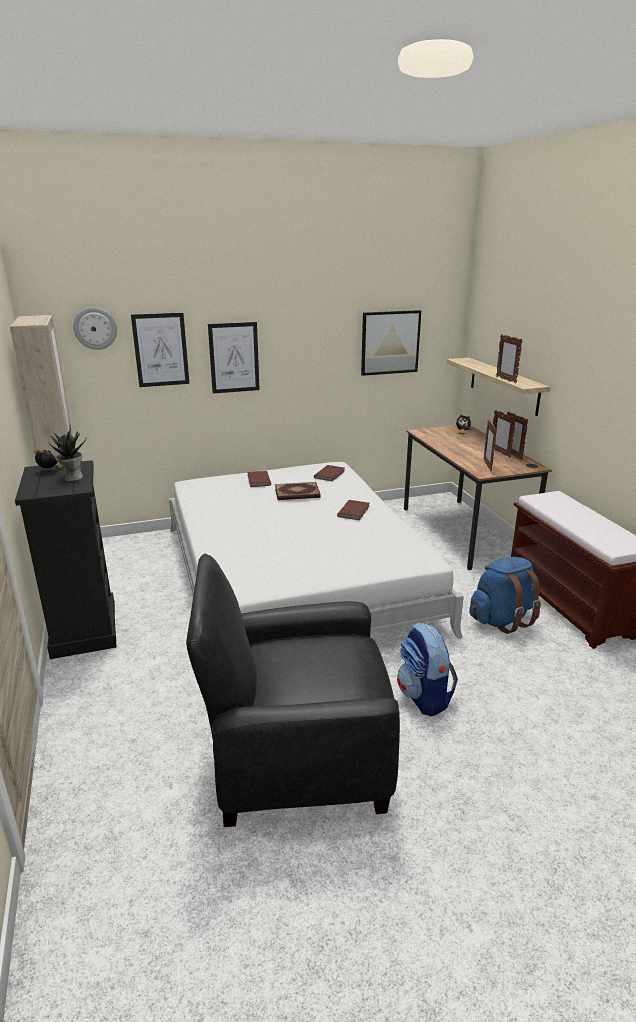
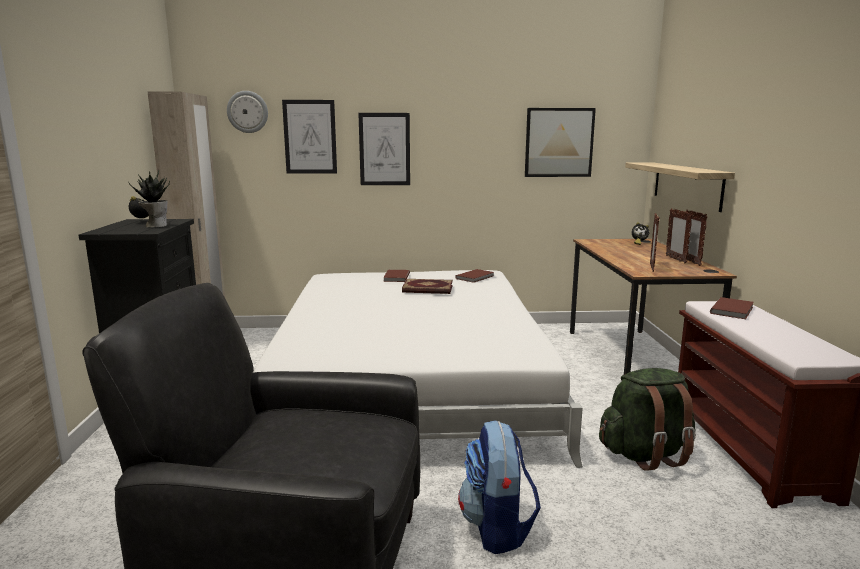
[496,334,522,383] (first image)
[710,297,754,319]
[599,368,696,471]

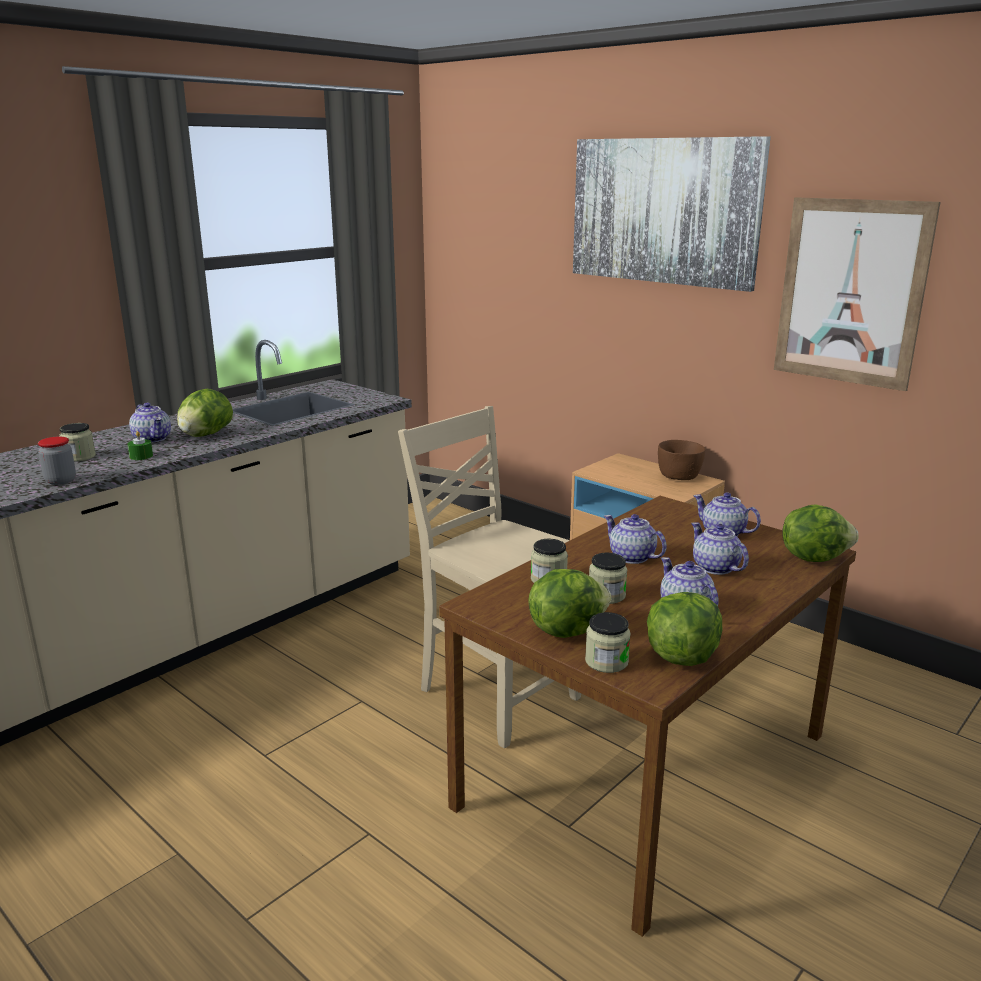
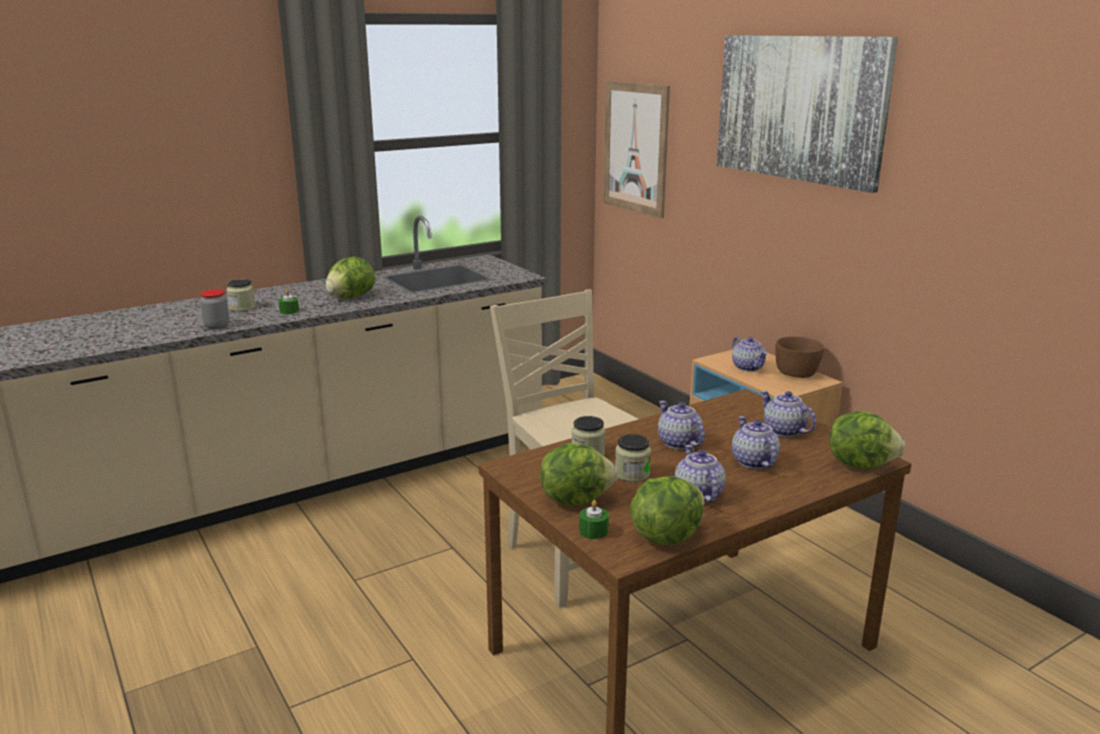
[732,337,768,371]
[604,81,670,218]
[579,500,609,539]

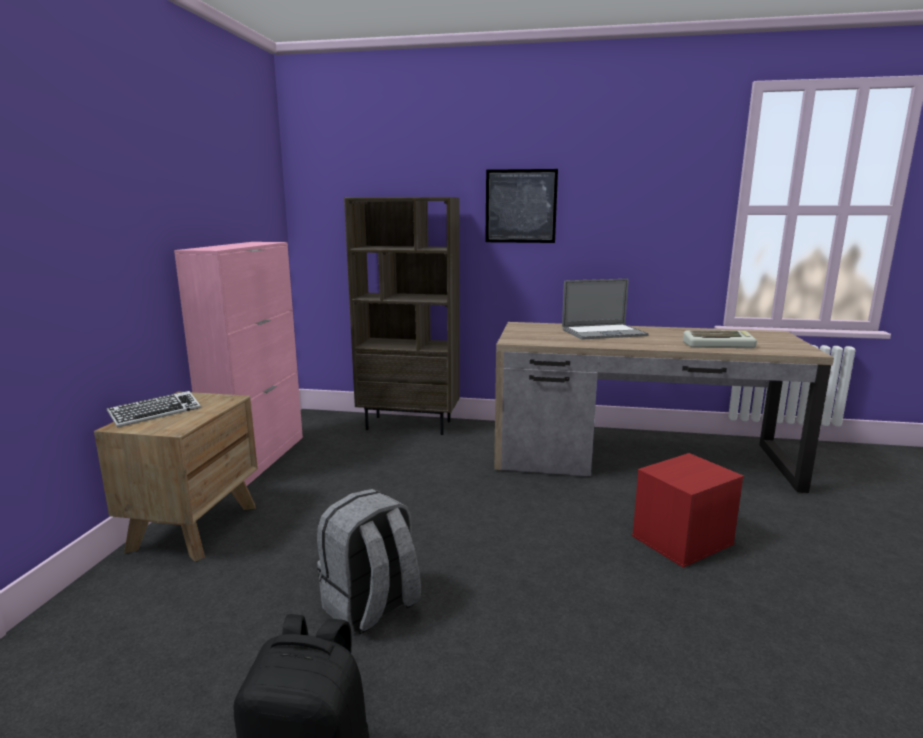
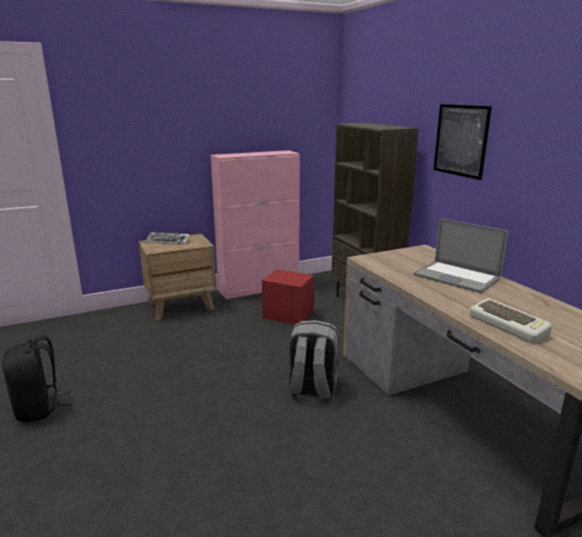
[287,320,339,400]
[262,269,314,325]

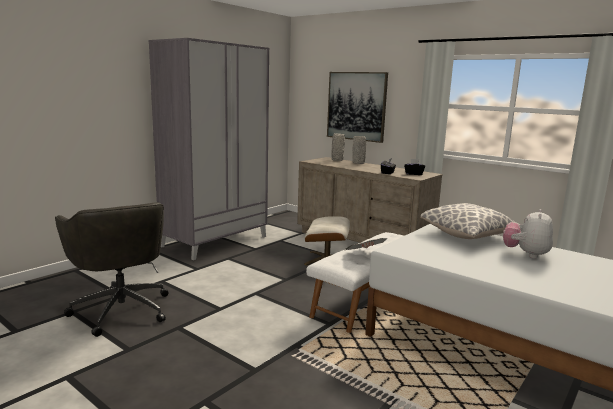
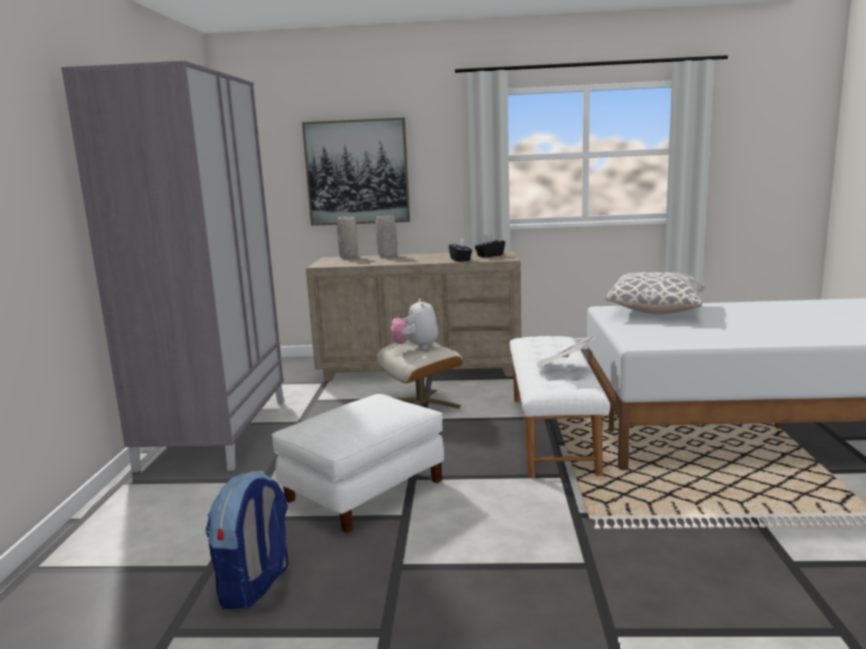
[272,394,444,533]
[391,298,438,349]
[205,471,288,609]

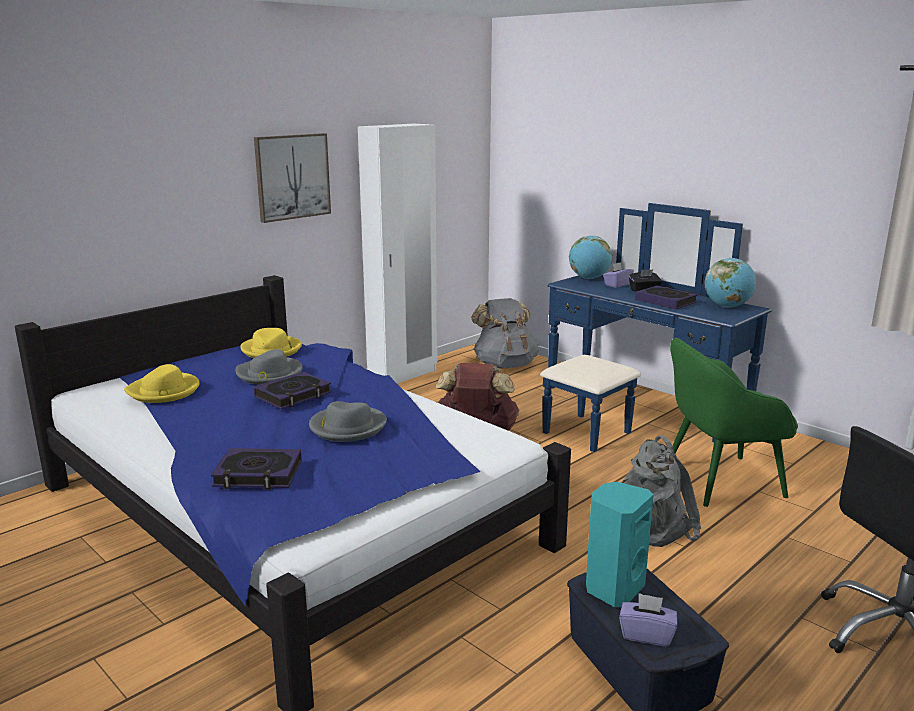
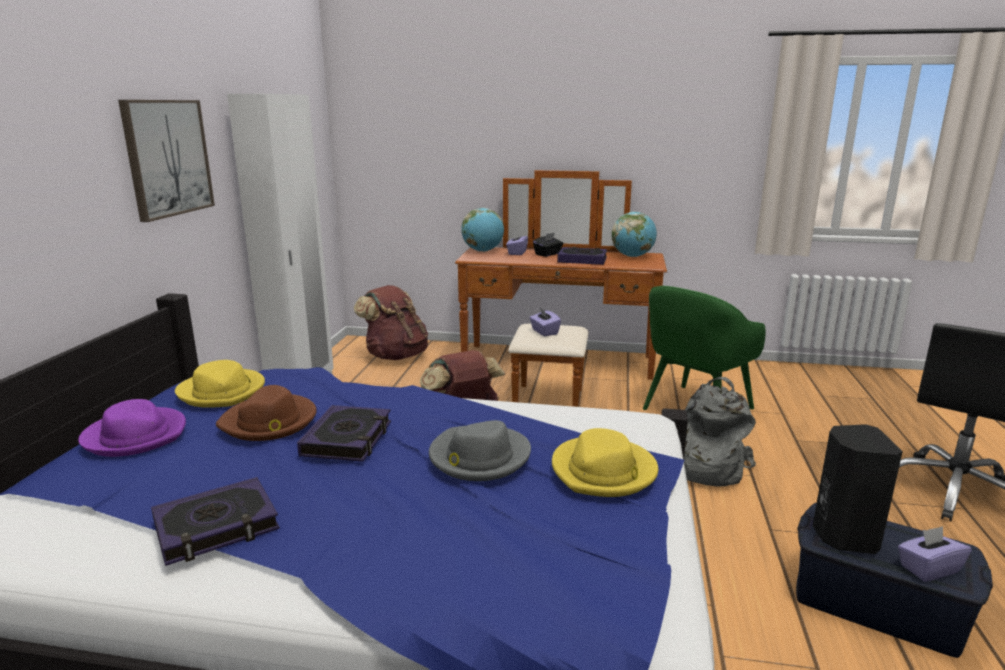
[78,399,186,457]
[529,308,561,336]
[552,428,658,497]
[151,477,280,566]
[216,385,317,441]
[354,285,428,360]
[455,170,667,407]
[813,424,903,554]

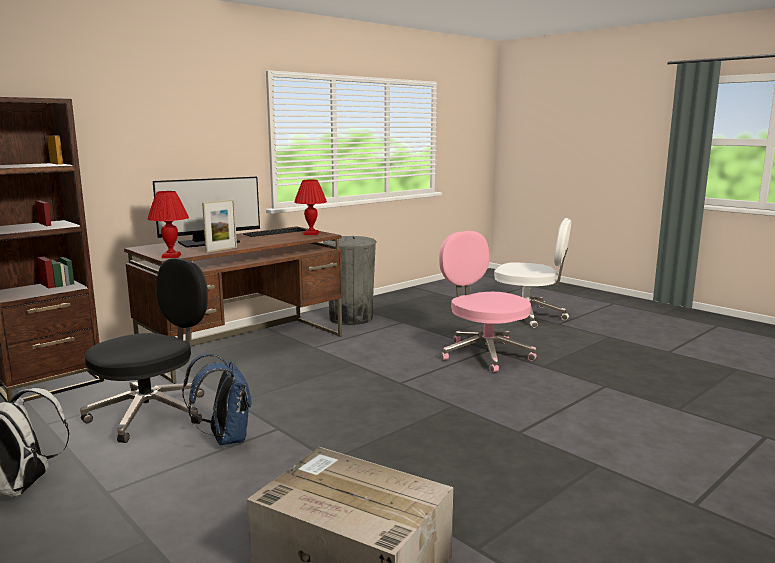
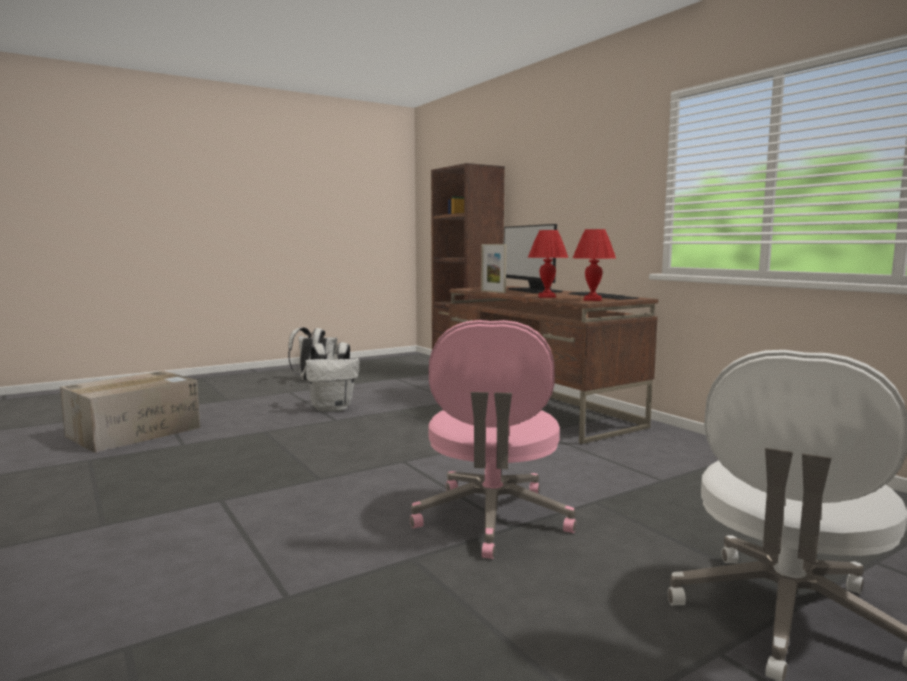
[80,258,208,443] (first image)
[323,236,377,325] (first image)
[528,230,569,298]
[306,342,359,412]
[410,320,576,559]

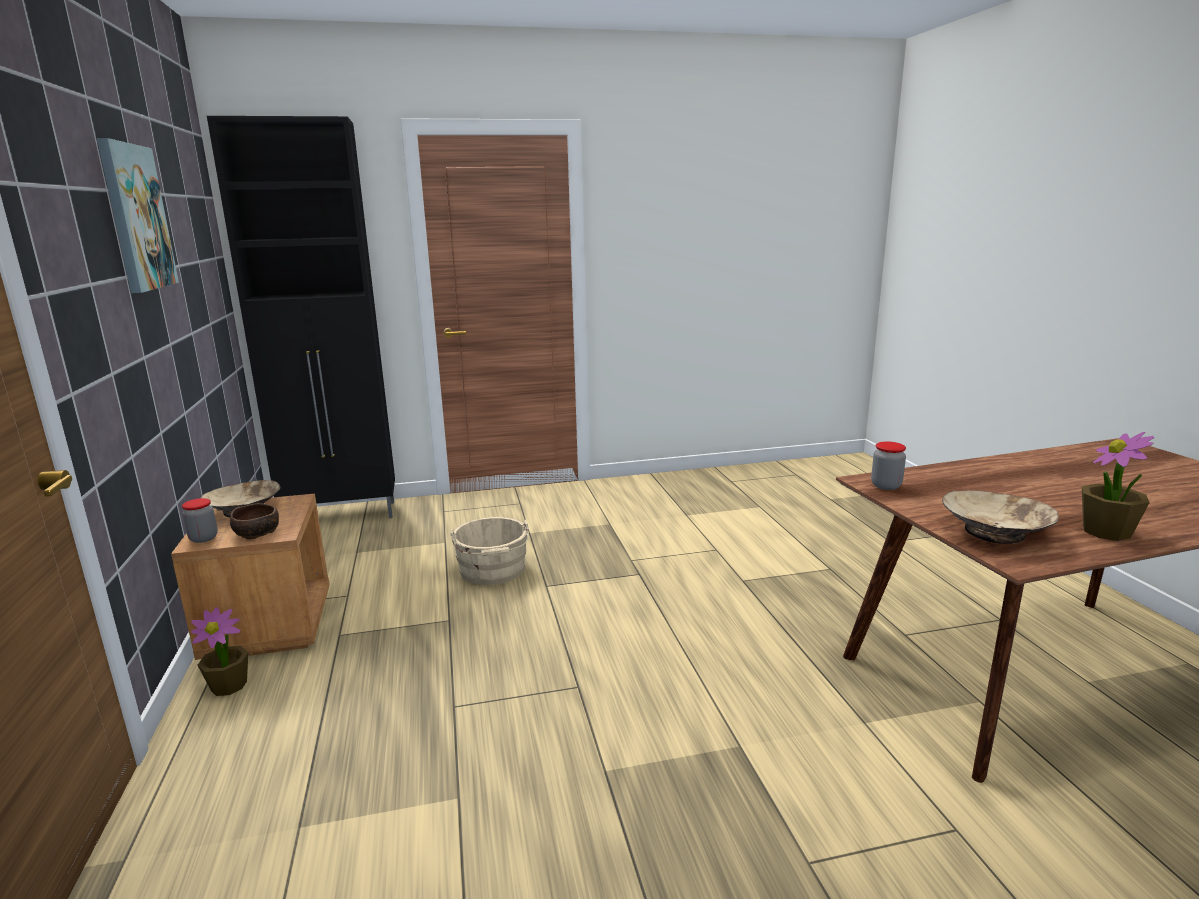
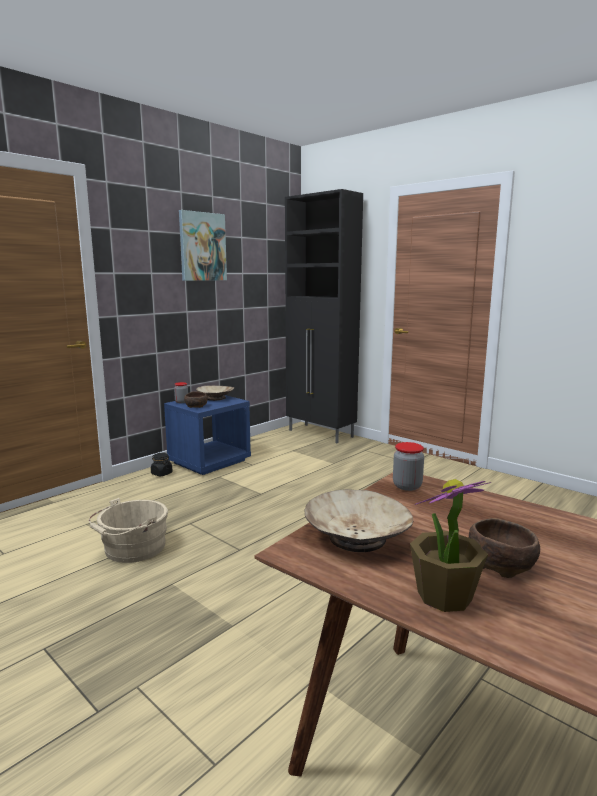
[469,518,540,578]
[89,498,168,563]
[151,453,173,476]
[164,395,251,475]

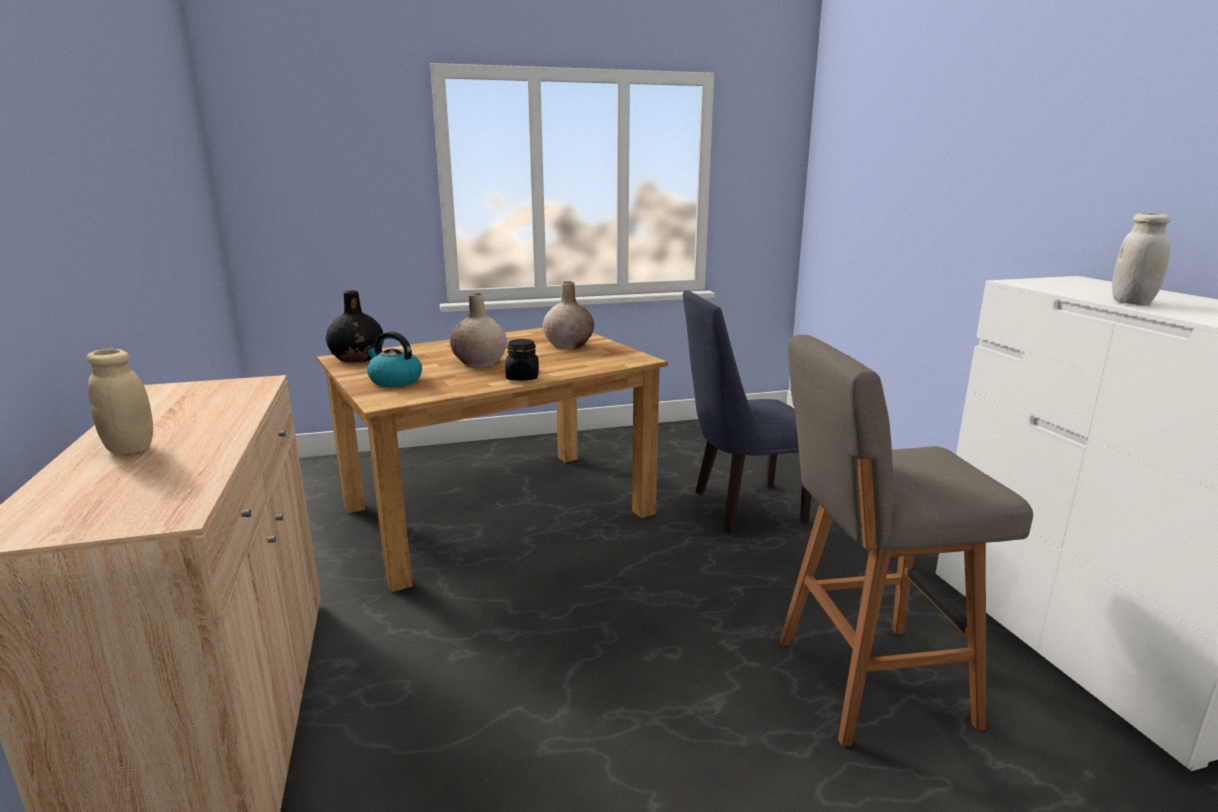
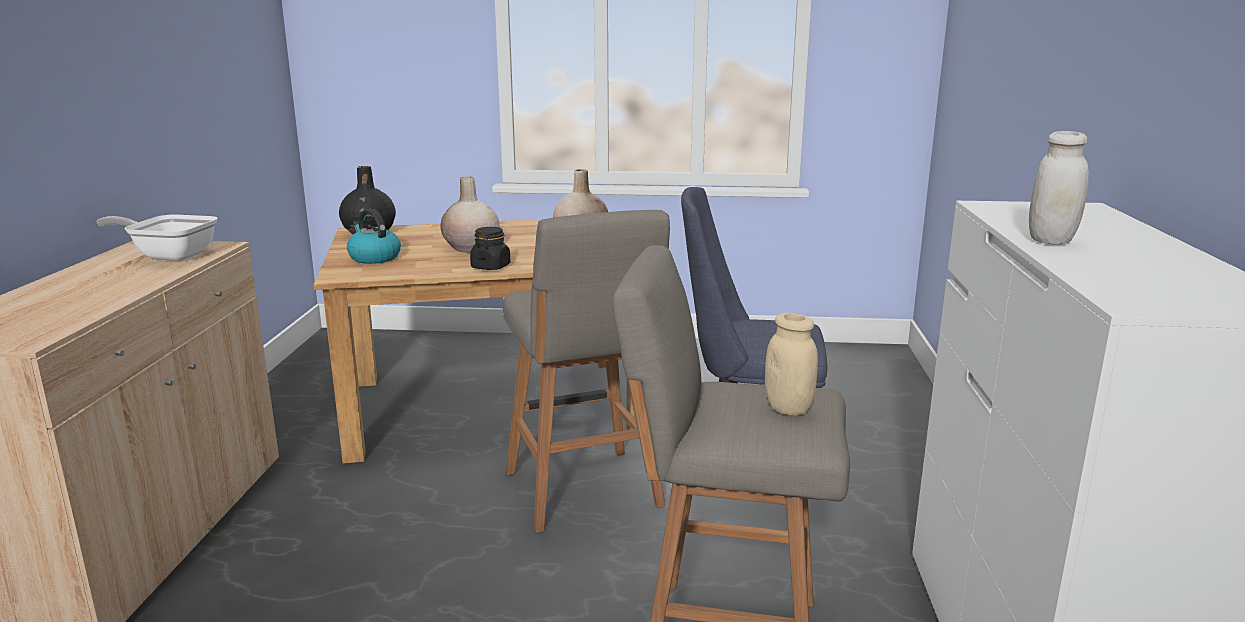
[96,215,217,261]
[503,210,670,533]
[765,313,818,416]

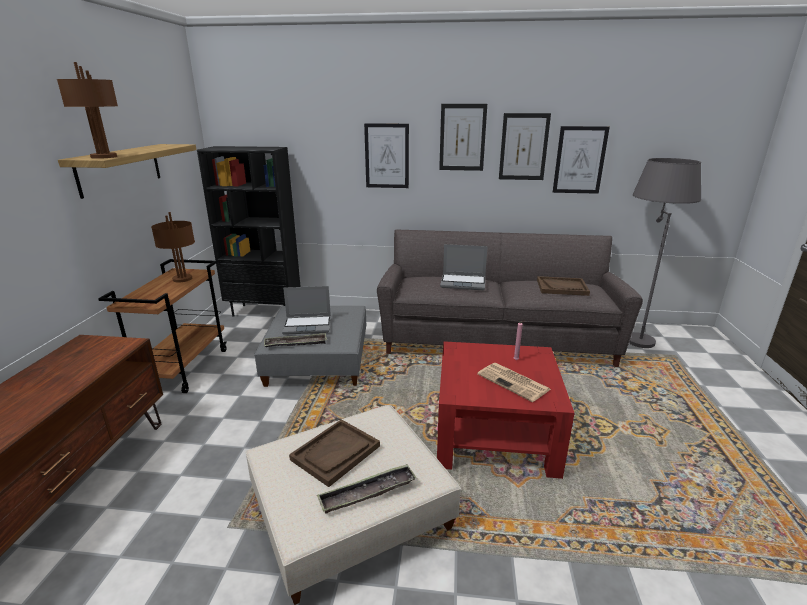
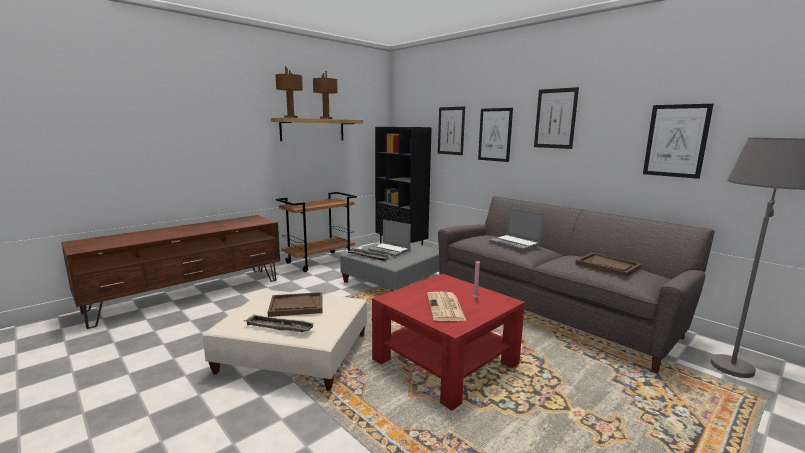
[313,71,338,119]
[438,106,465,155]

